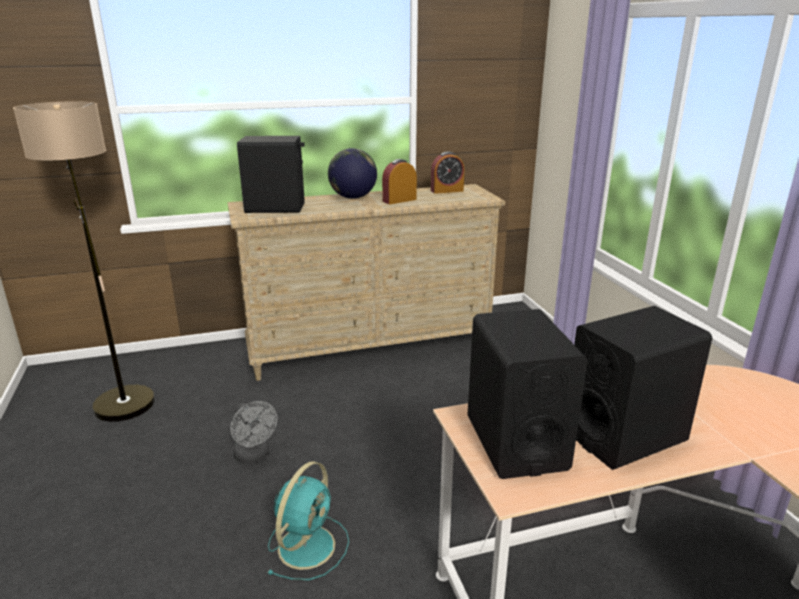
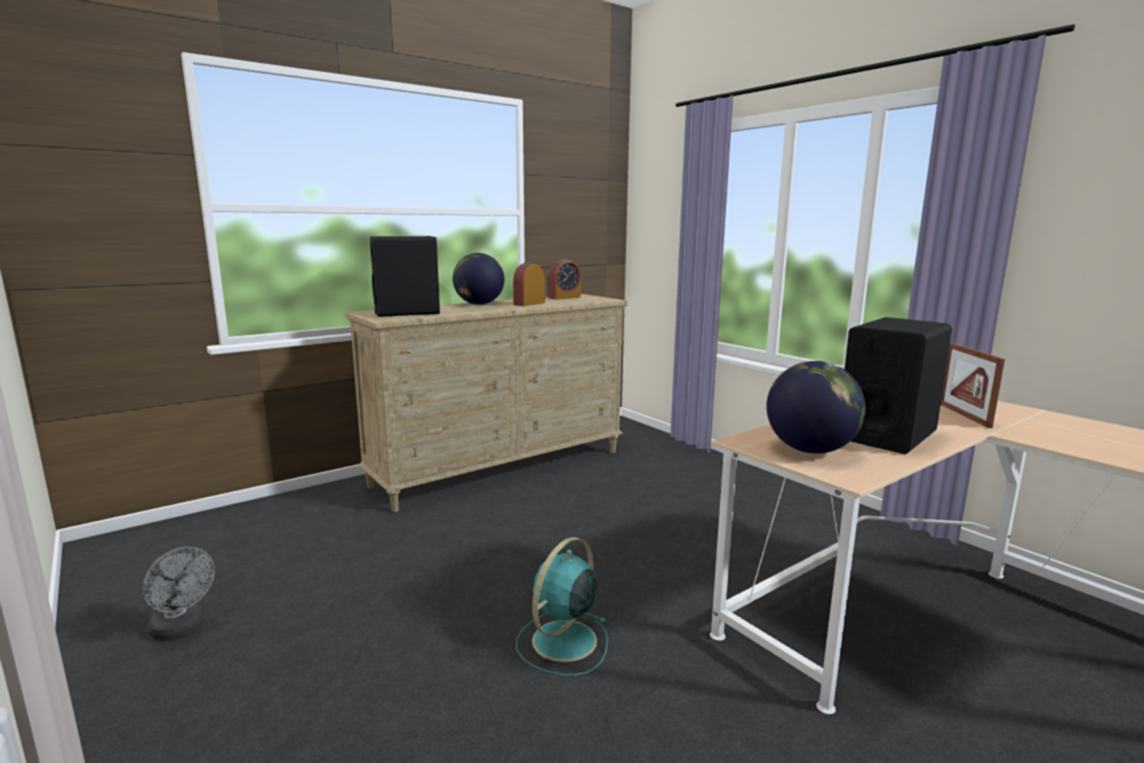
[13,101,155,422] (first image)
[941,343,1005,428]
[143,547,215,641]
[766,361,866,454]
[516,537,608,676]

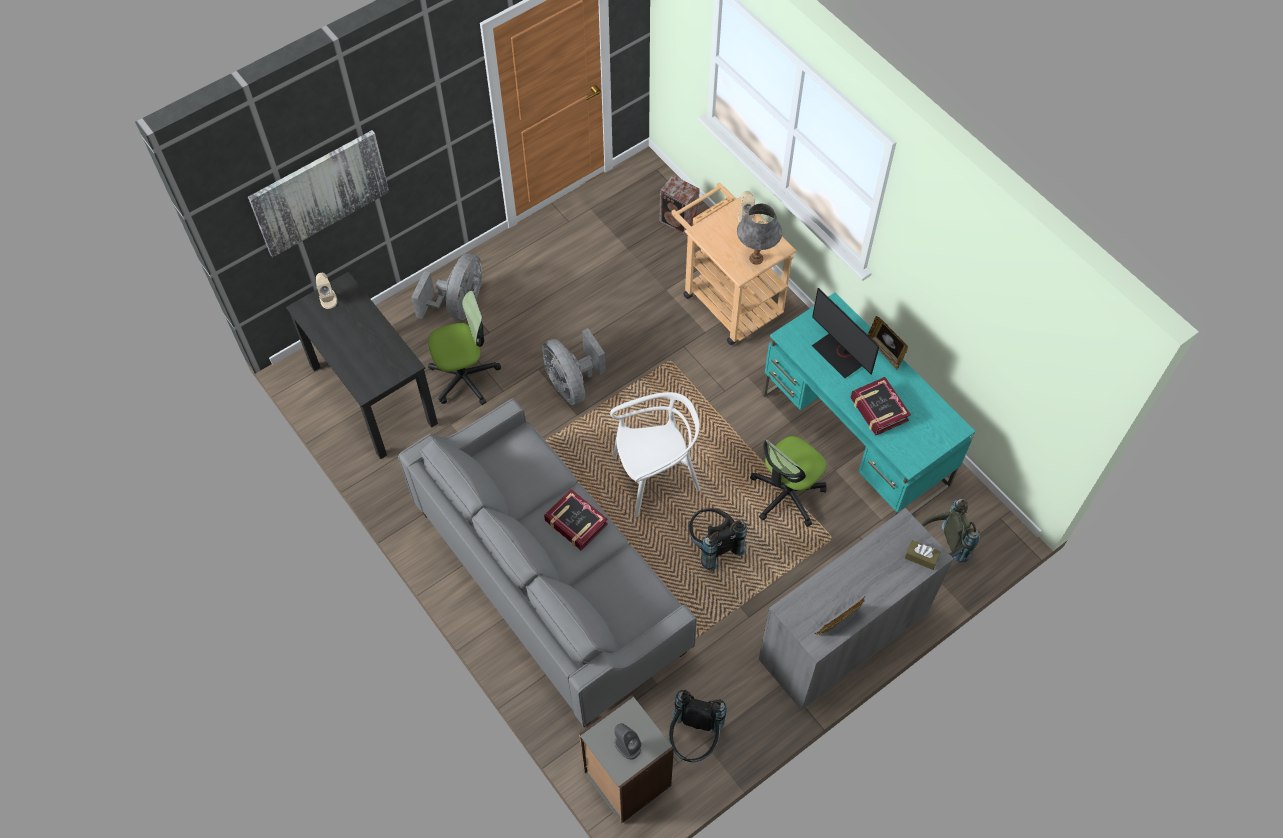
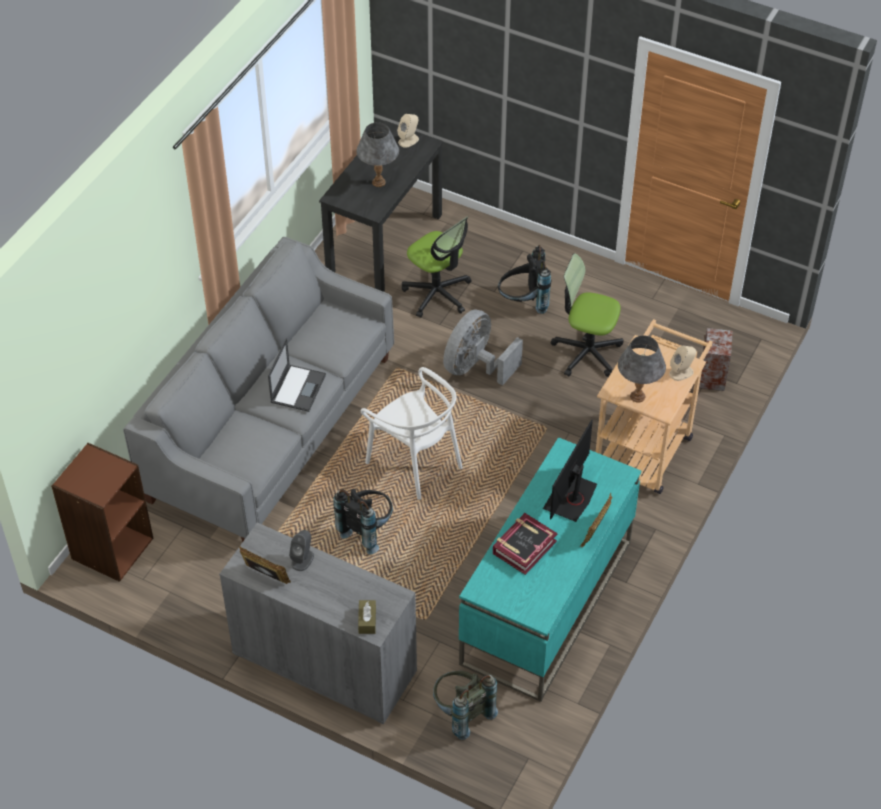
[248,130,389,258] (first image)
[411,253,482,320] (first image)
[356,122,399,187]
[289,530,314,571]
[498,245,551,314]
[551,253,623,377]
[268,338,326,412]
[51,443,153,582]

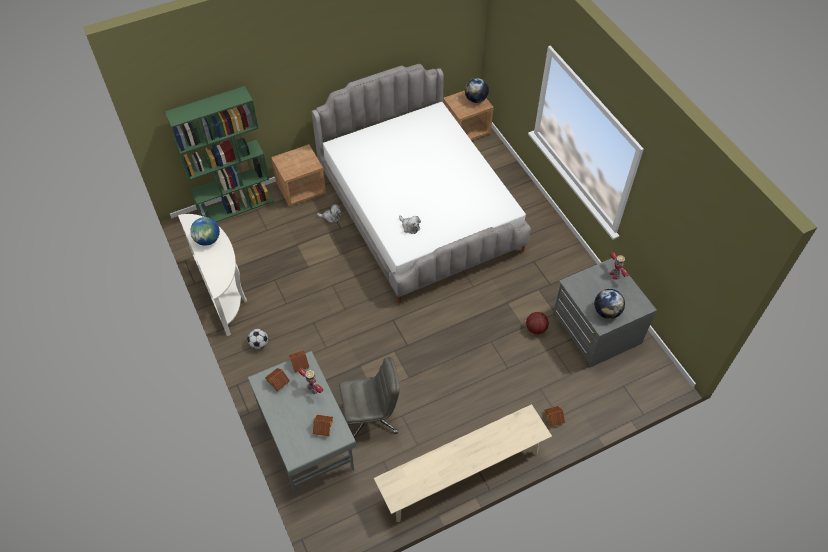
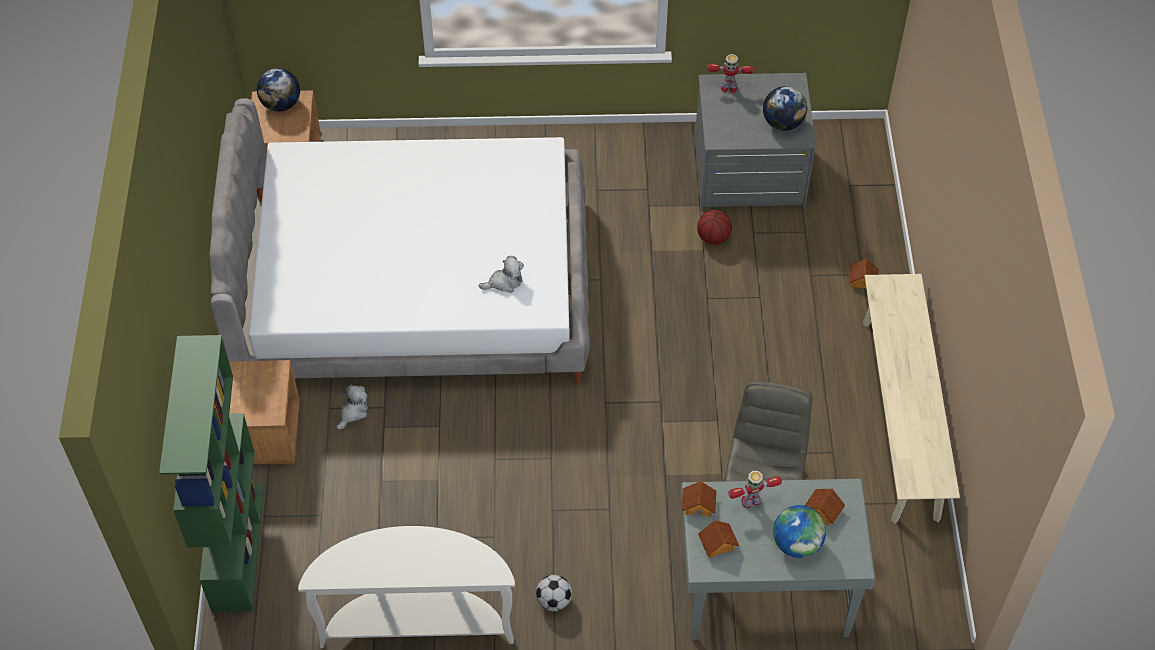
[773,505,826,558]

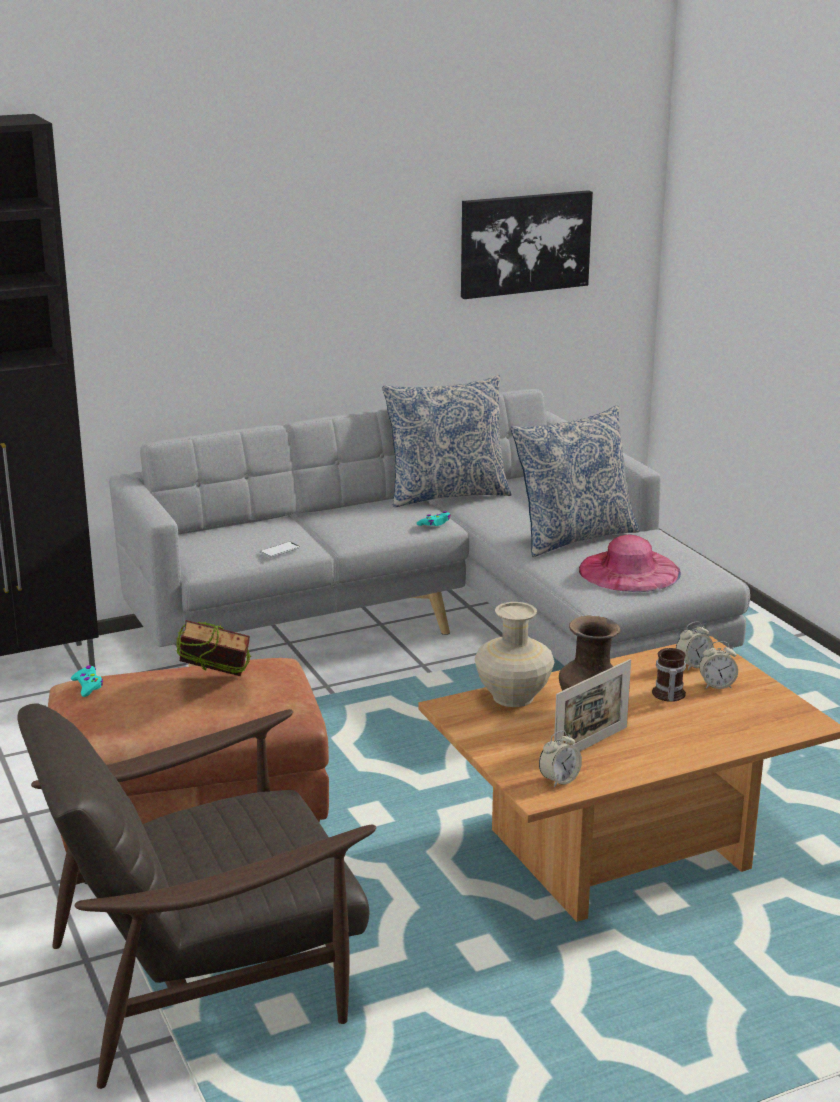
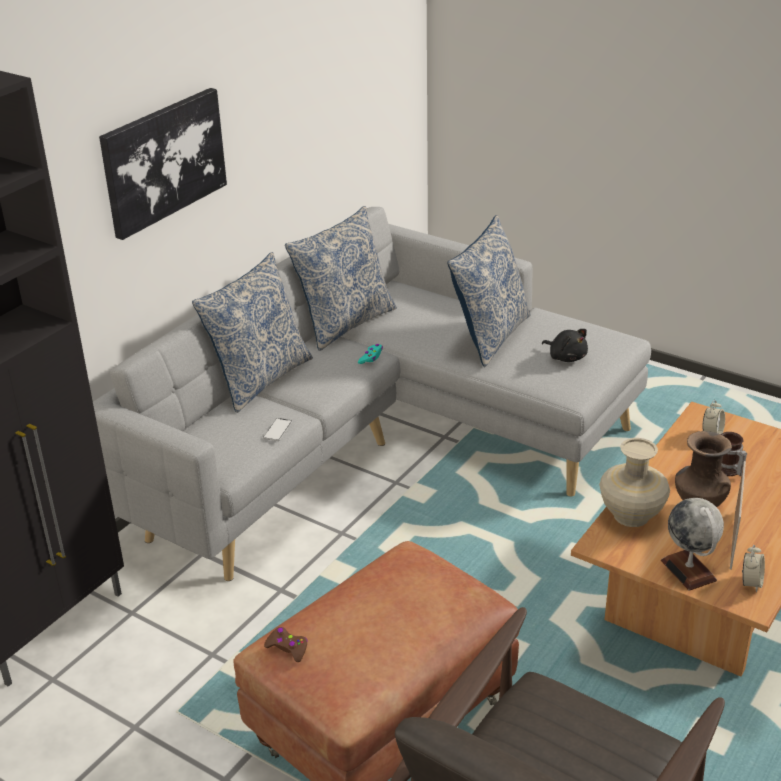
[176,620,252,676] (first image)
[699,641,738,689] (first image)
[192,252,313,413]
[661,498,724,591]
[99,88,227,240]
[542,329,588,362]
[264,627,308,662]

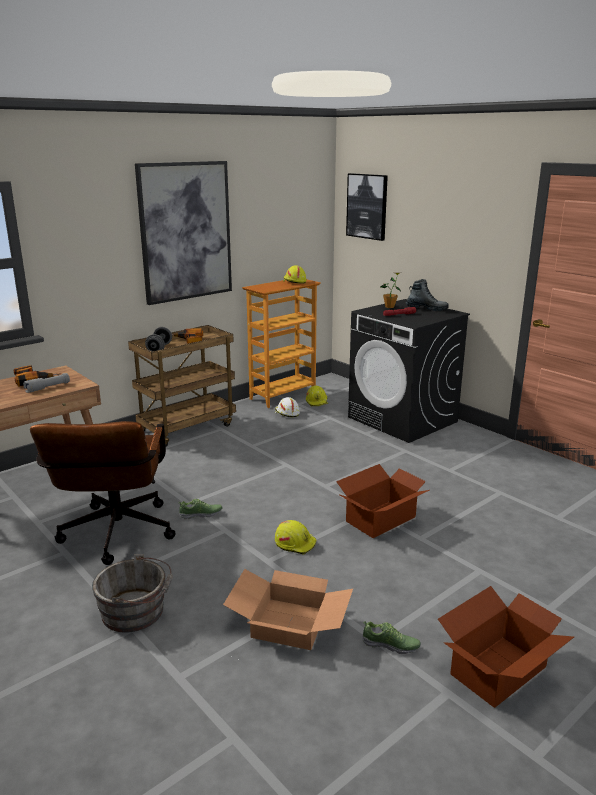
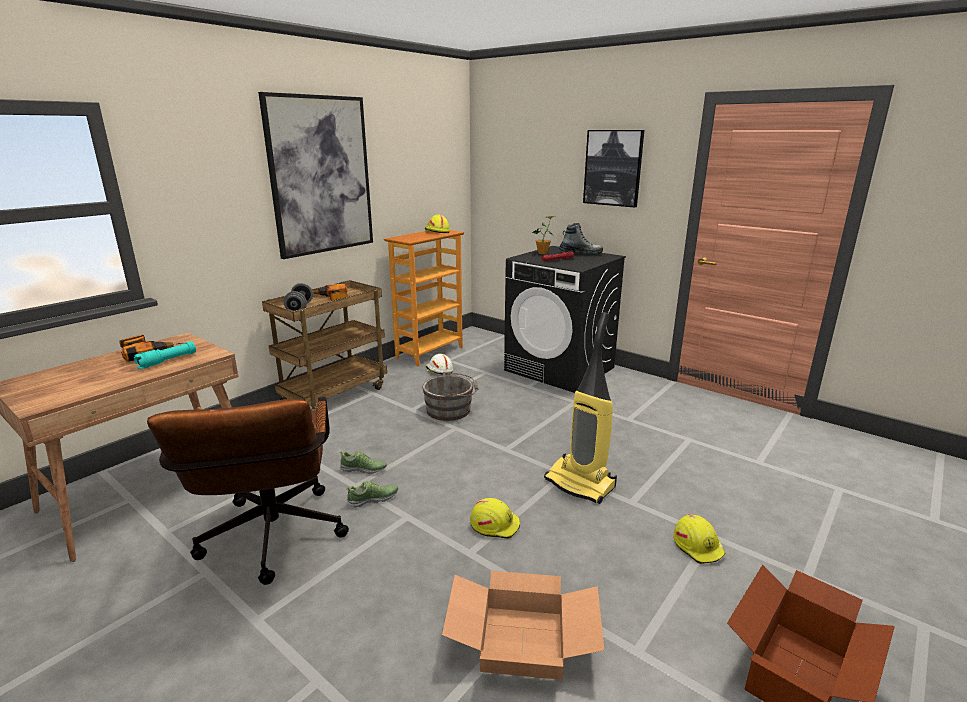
[422,371,478,421]
[673,514,726,564]
[583,130,645,208]
[340,451,387,474]
[544,312,617,504]
[134,341,196,369]

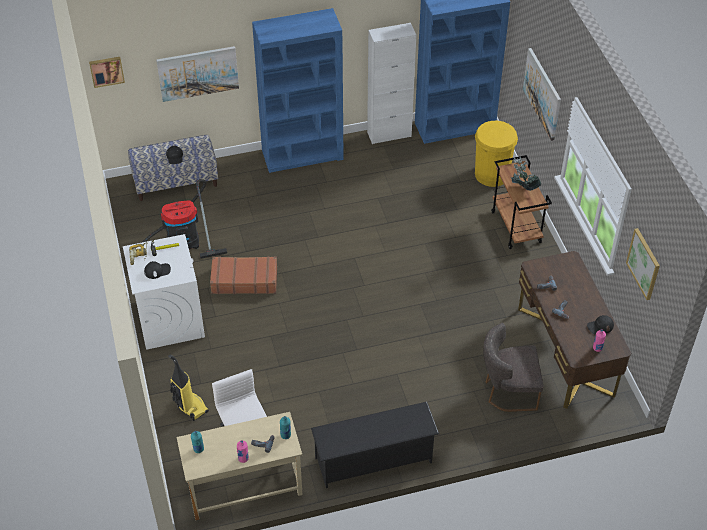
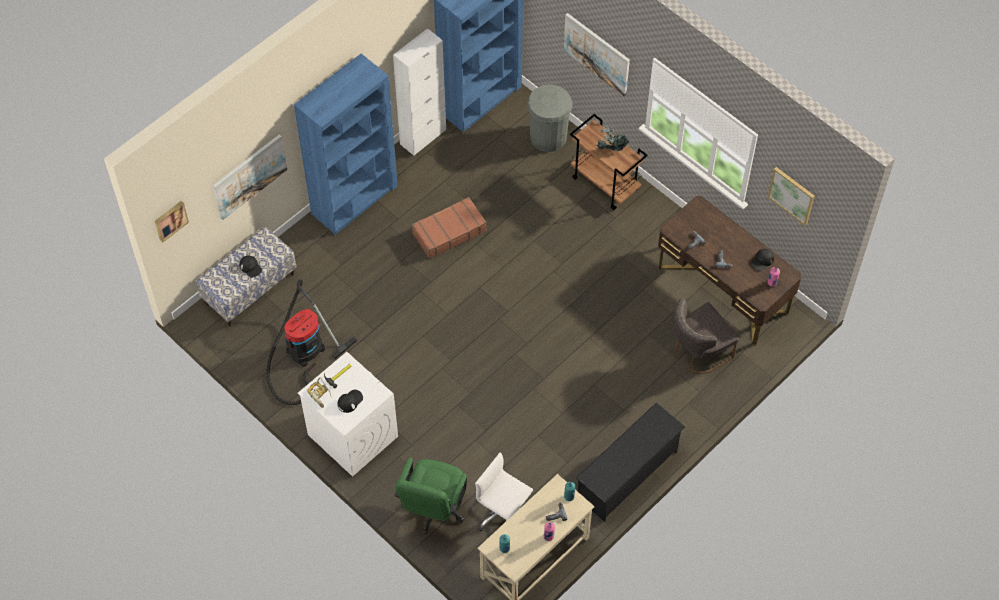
[412,197,487,259]
[395,457,467,535]
[527,84,572,152]

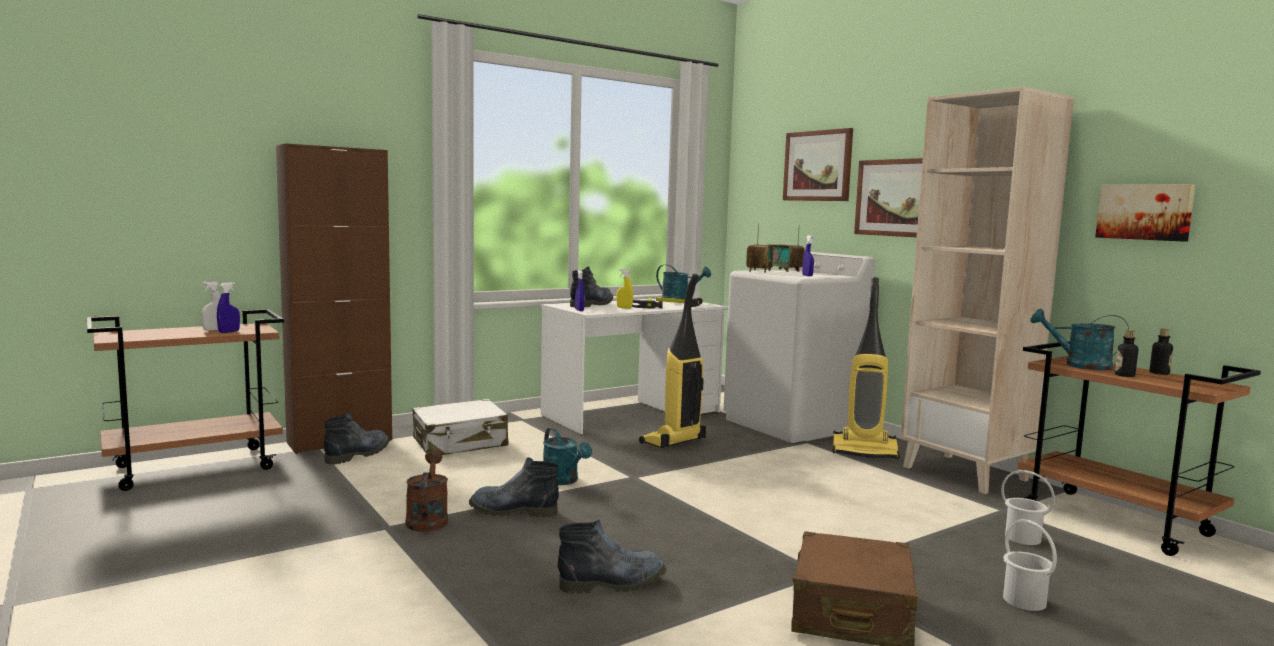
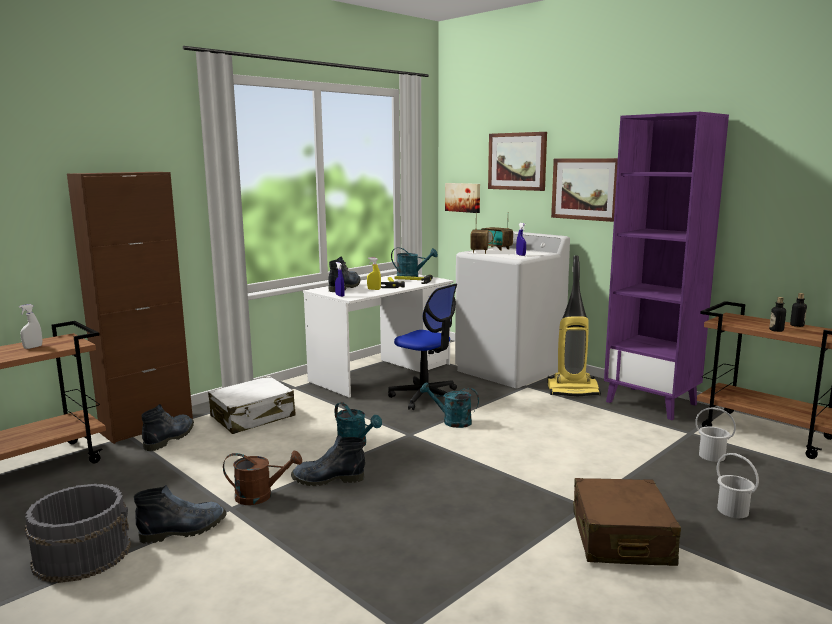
[217,282,240,333] (first image)
[25,484,131,583]
[134,485,227,544]
[420,383,479,428]
[445,183,480,213]
[388,284,457,410]
[604,112,729,420]
[223,450,302,505]

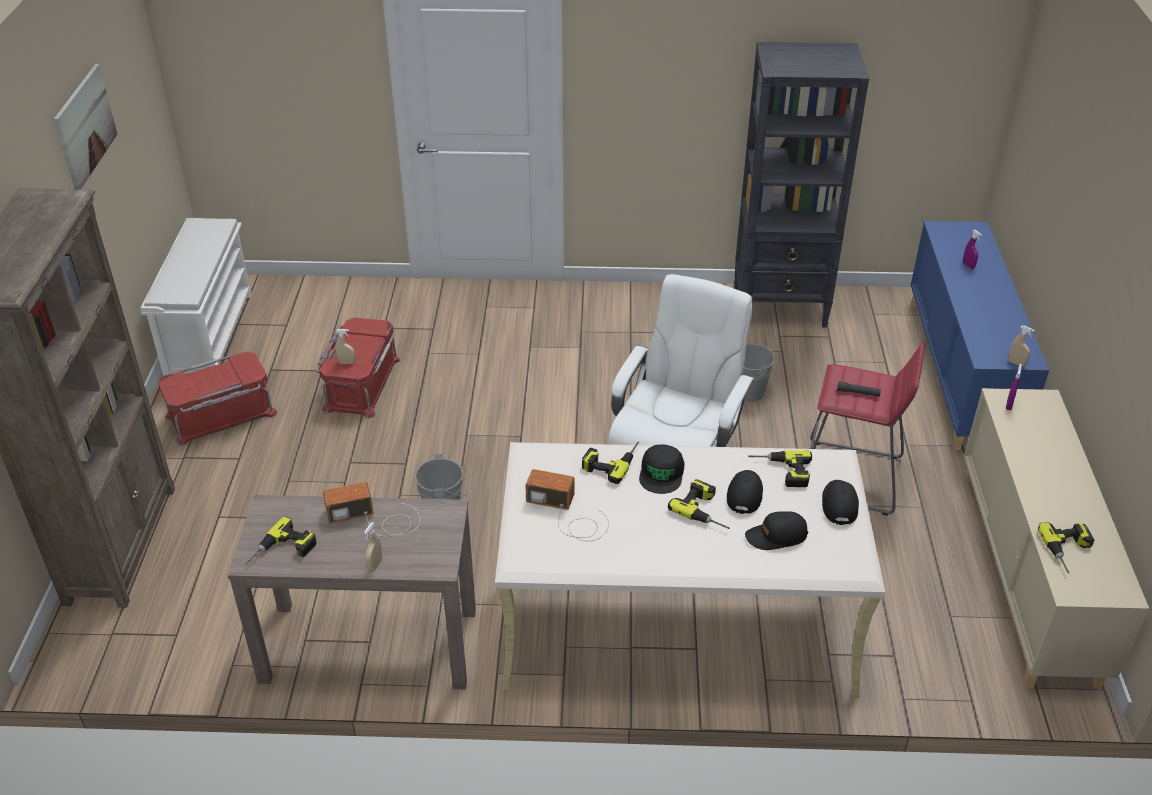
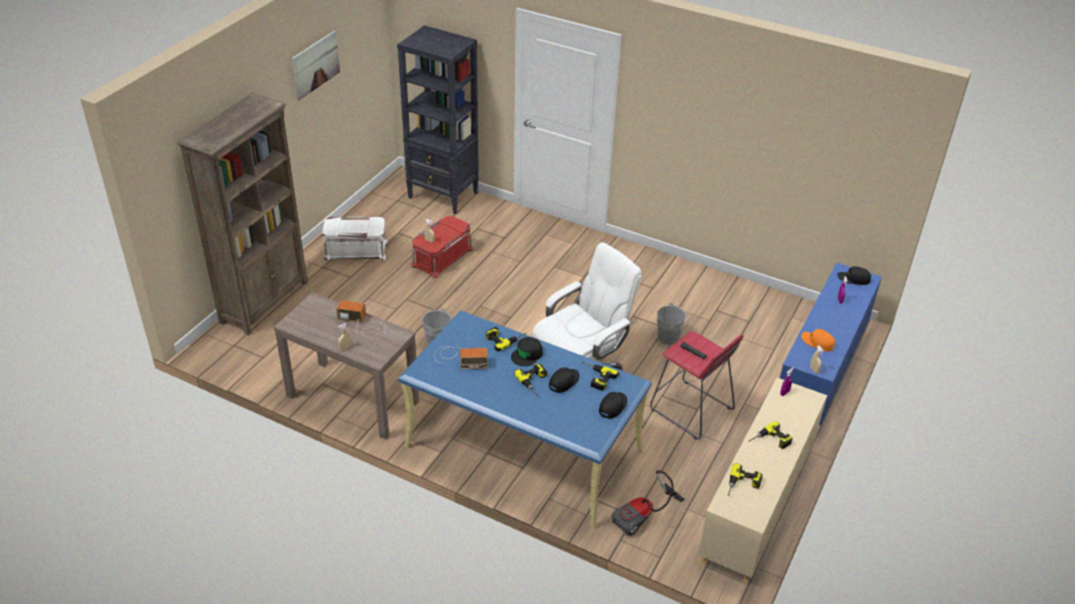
[141,218,252,376] (first image)
[611,470,685,536]
[801,329,835,352]
[749,421,793,449]
[397,25,479,214]
[837,266,871,285]
[322,217,388,261]
[398,310,652,529]
[434,346,488,369]

